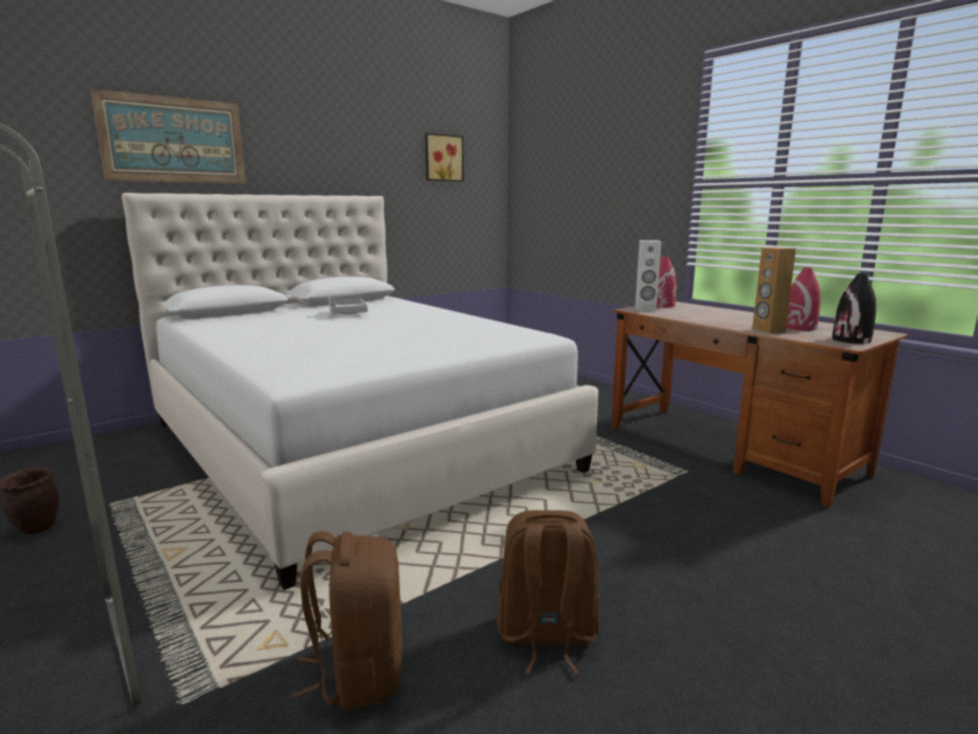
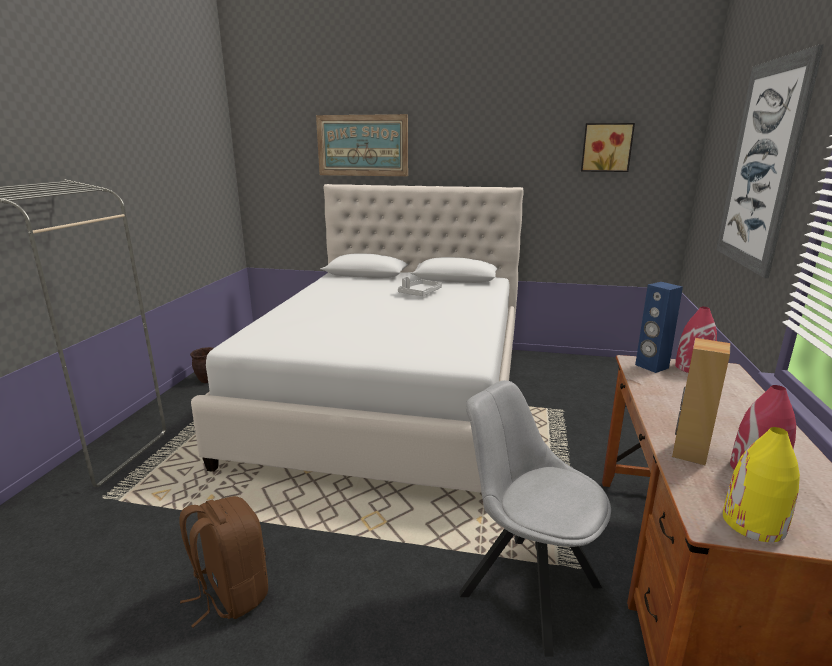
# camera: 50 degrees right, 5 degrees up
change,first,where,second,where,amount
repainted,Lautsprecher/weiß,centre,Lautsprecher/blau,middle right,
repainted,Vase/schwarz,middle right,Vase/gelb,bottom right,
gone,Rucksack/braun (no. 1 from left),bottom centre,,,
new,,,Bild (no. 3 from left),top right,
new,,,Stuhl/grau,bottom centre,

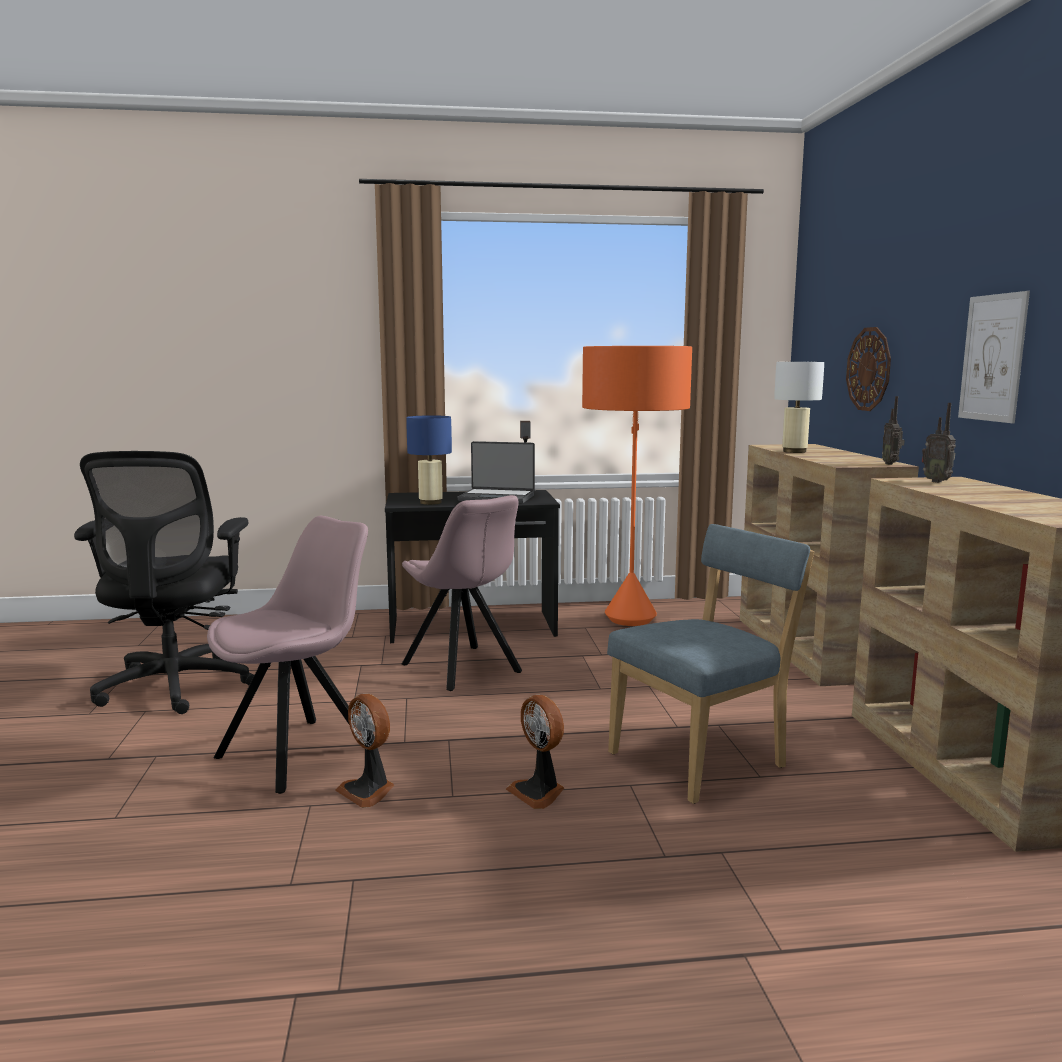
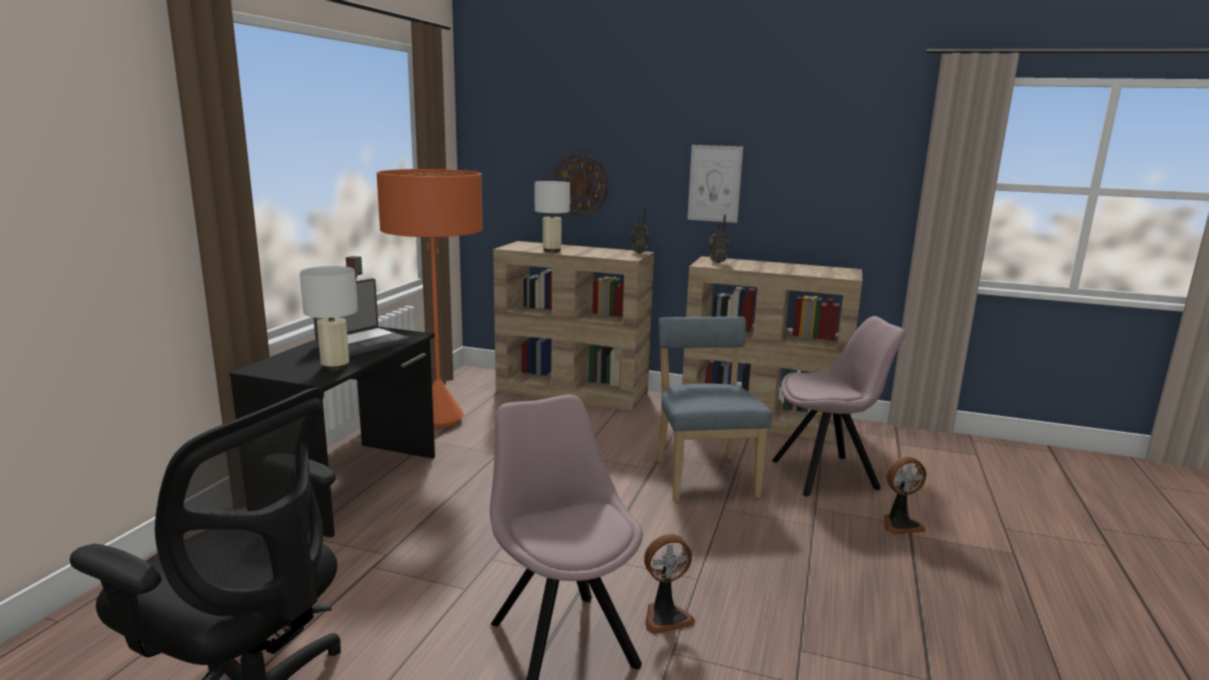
# camera: 65 degrees left, 5 degrees up
change,first,where,second,where,amount
repainted,Tischlampe/blau,centre,Tischlampe/weiß (no. 1 from left),middle left,
shifted,Stuhl/rosa (no. 2 from left),centre,,middle right,
shifted,Ventilator (no. 2 from left),bottom centre,,bottom right,

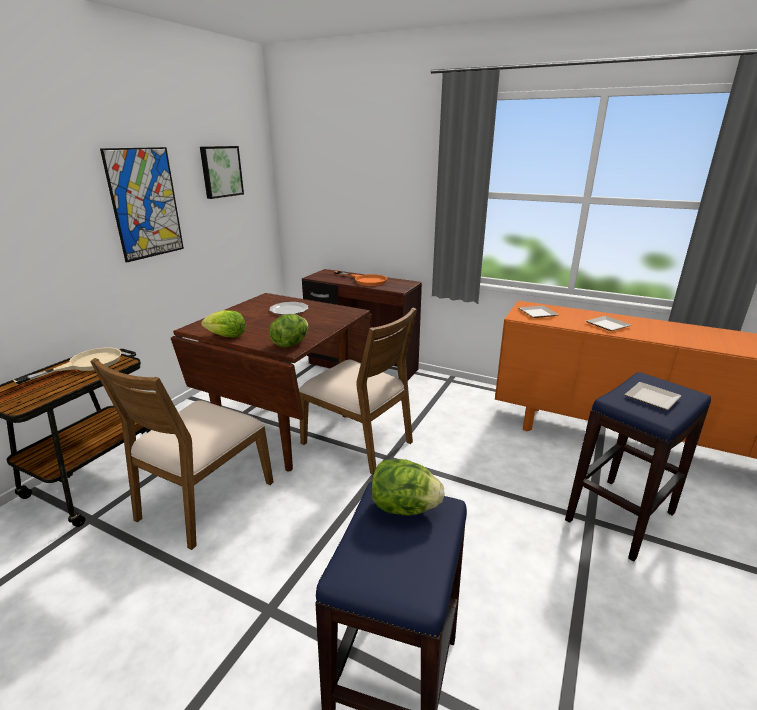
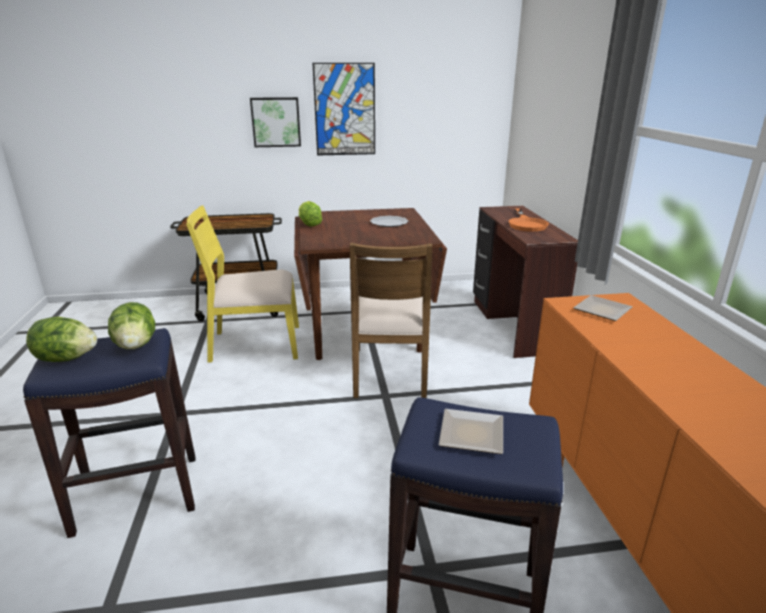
# camera: 55 degrees right, 0 degrees up
change,first,where,second,where,amount
shifted,Bild (no. 2 from left in the first image),top left,Bild (no. 1 from left),top centre,
shifted,Salatkopf (no. 2 from left in the first image),centre,Salatkopf (no. 1 from left),middle left,
gone,Teller (no. 3 from left),middle right,,,
gone,Pfanne/beige,middle left,,,
repainted,Stuhl/braun (no. 1 from left),middle left,Stuhl/gelb,middle left,

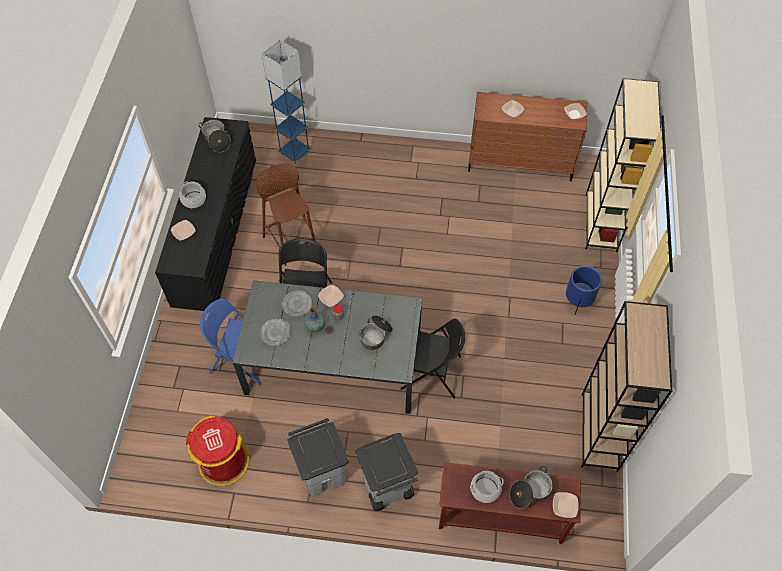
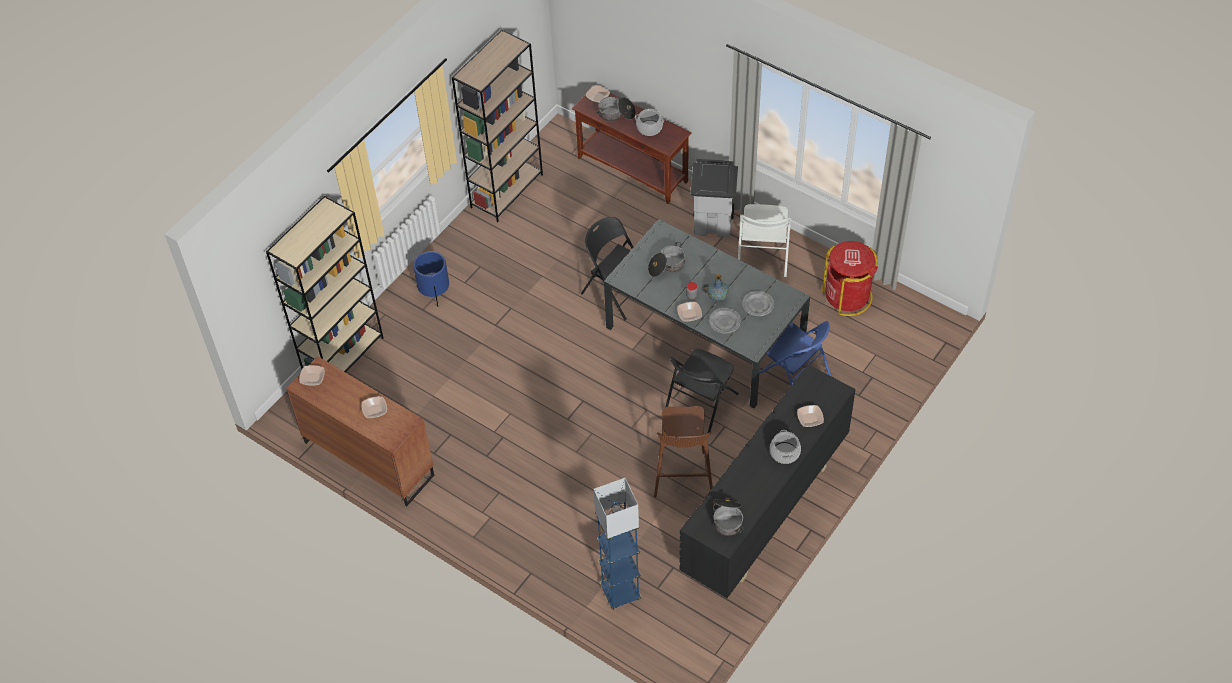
# camera: 150 degrees left, 5 degrees down
change,first,where,second,where,amount
swapped,Mülleimer/grau (no. 1 from left),bottom centre,Stuhl/weiß,centre,

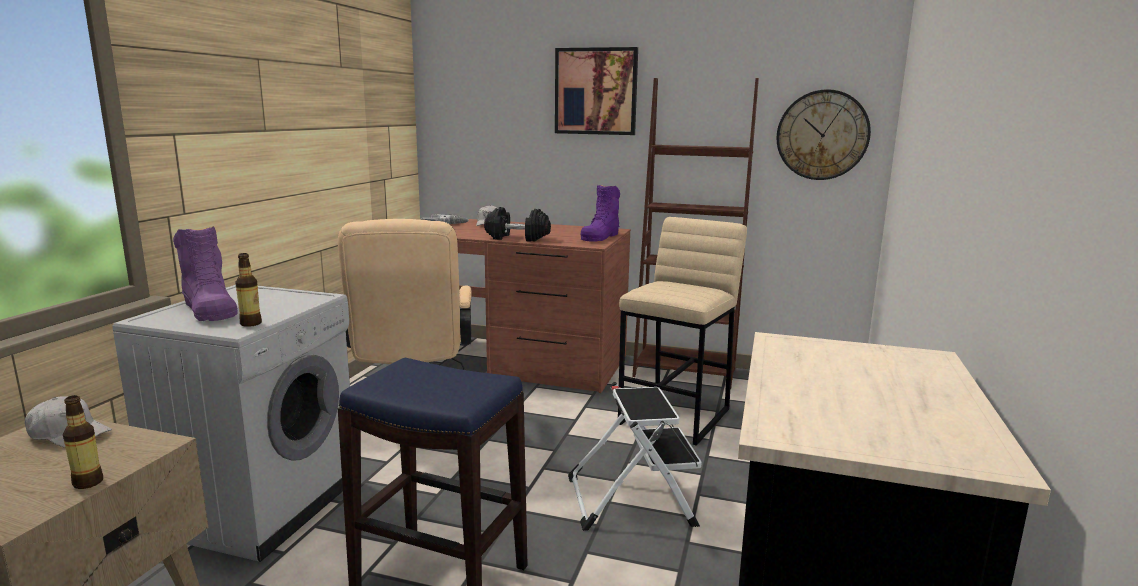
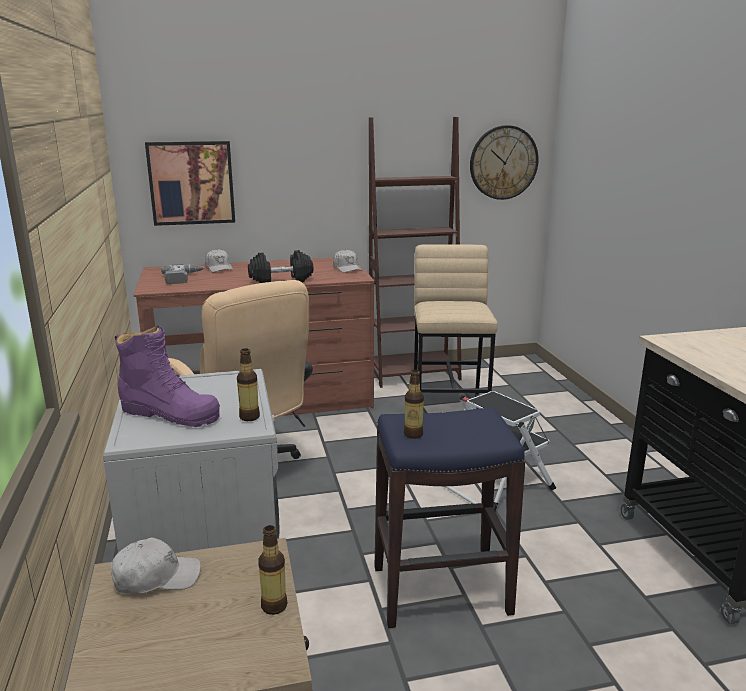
# camera: 30 degrees left, 5 degrees up
change,first,where,second,where,amount
shifted,Bild,top centre,,top left,
swapped,Stiefel/lila (no. 2 from left),centre,Kappe/weiß (no. 3 from left),centre,
new,,,Flasche (no. 3 from left),centre,

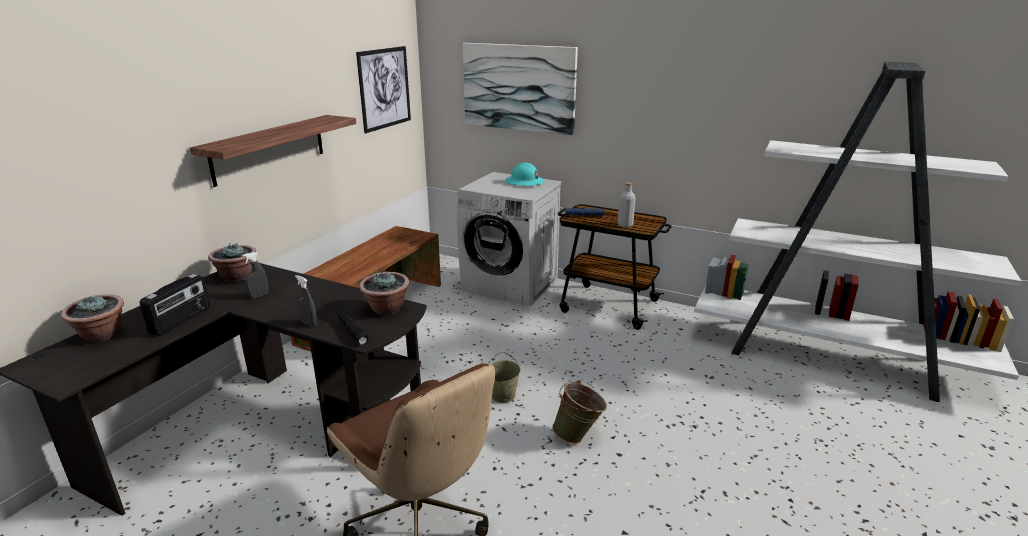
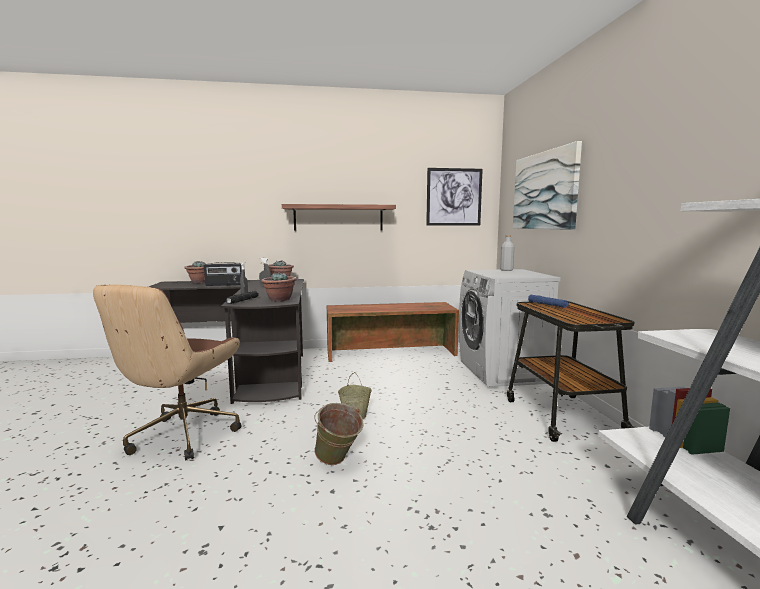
# camera: 55 degrees right, 15 degrees down
change,first,where,second,where,amount
gone,Schutzhelm/türkis,top centre,,,
shifted,Flasche/grau,centre,,middle right,

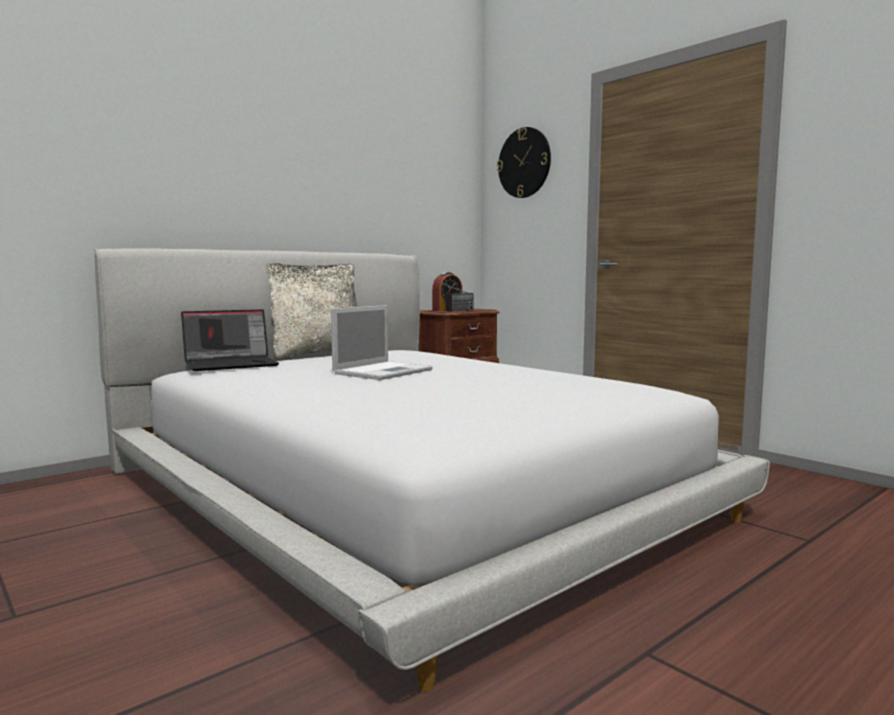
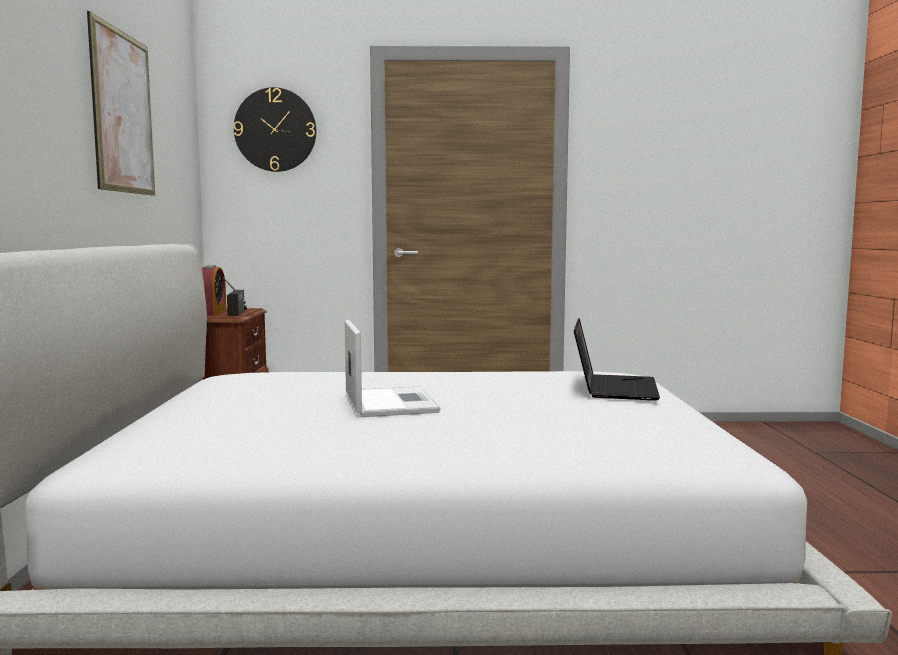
# camera: 50 degrees left, 0 degrees up
change,first,where,second,where,amount
gone,Kissen/beige,centre,,,
shifted,Laptop (no. 1 from left in the first image),middle left,Laptop (no. 2 from left),middle right,
new,,,Bild,top left,

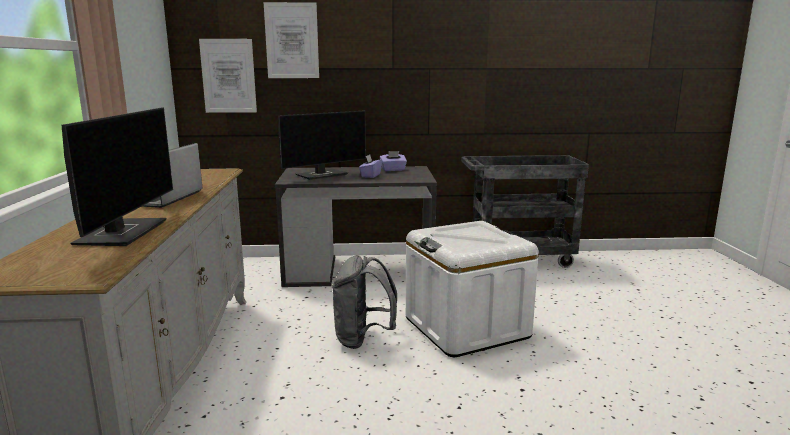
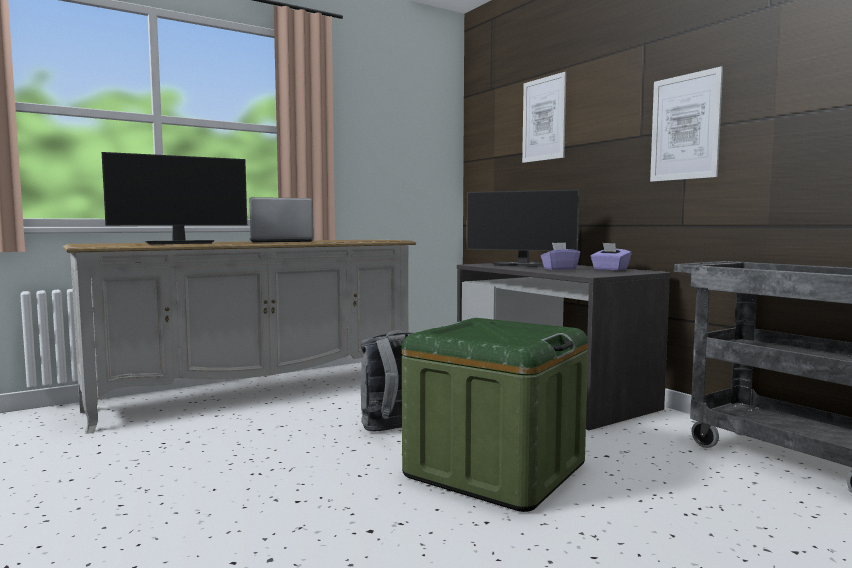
# camera: 60 degrees right, 10 degrees down
change,first,where,second,where,amount
shifted,Bild (no. 1 from left in the first image),top left,Bild (no. 2 from left),top right,
repainted,Aufbewahrungsbox/weiß,centre,Aufbewahrungsbox/grün,bottom centre,

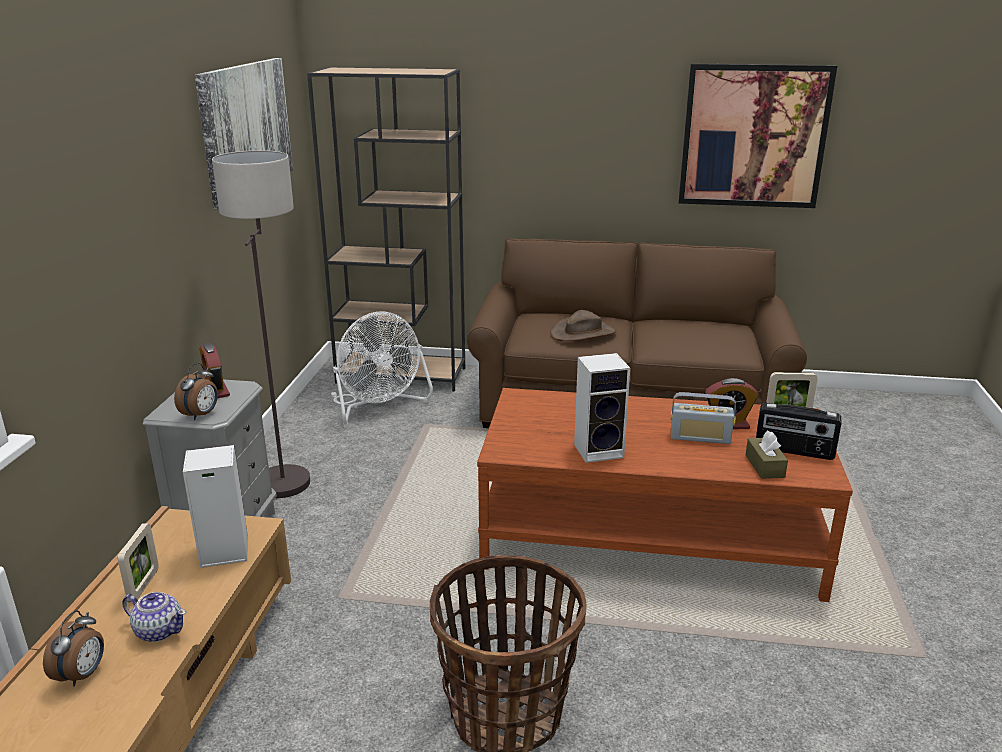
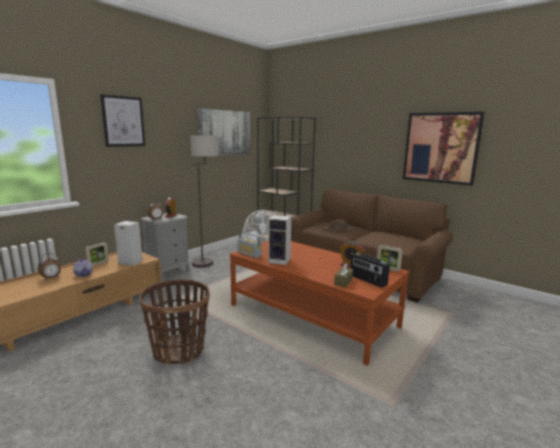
# camera: 30 degrees right, 10 degrees down
change,first,where,second,where,amount
shifted,Radio (no. 1 from left),middle right,,centre,
new,,,Bild (no. 1 from left),top left,

